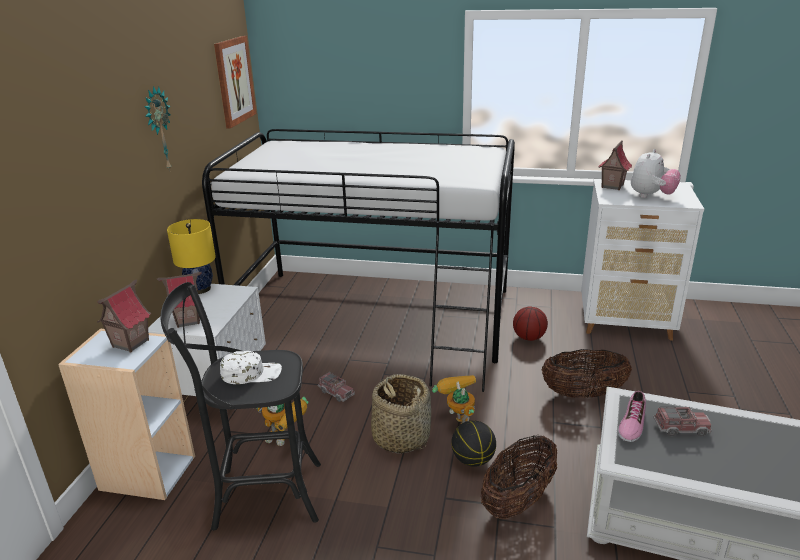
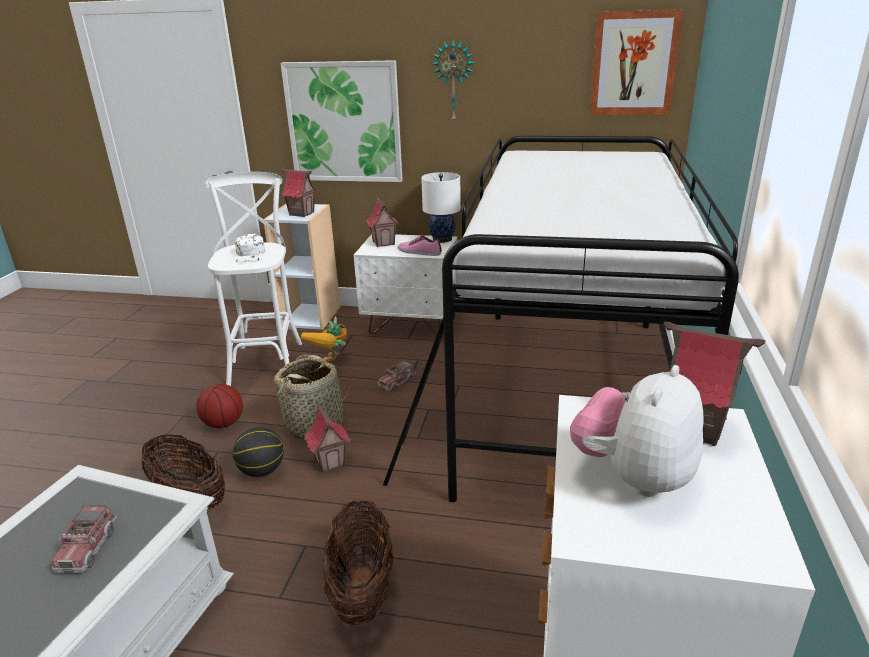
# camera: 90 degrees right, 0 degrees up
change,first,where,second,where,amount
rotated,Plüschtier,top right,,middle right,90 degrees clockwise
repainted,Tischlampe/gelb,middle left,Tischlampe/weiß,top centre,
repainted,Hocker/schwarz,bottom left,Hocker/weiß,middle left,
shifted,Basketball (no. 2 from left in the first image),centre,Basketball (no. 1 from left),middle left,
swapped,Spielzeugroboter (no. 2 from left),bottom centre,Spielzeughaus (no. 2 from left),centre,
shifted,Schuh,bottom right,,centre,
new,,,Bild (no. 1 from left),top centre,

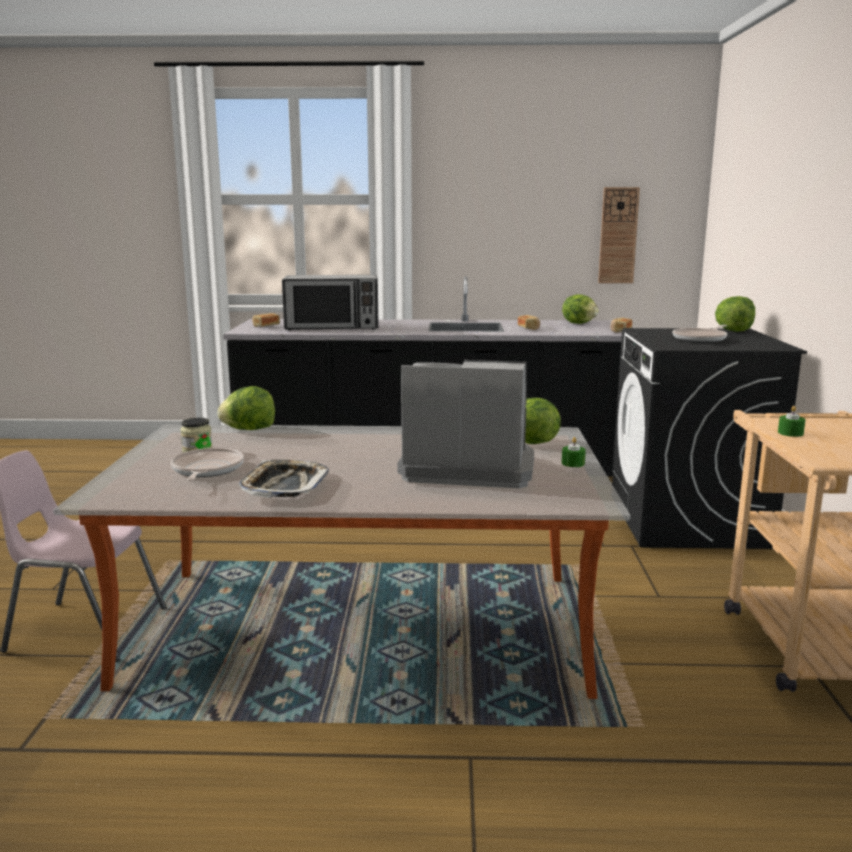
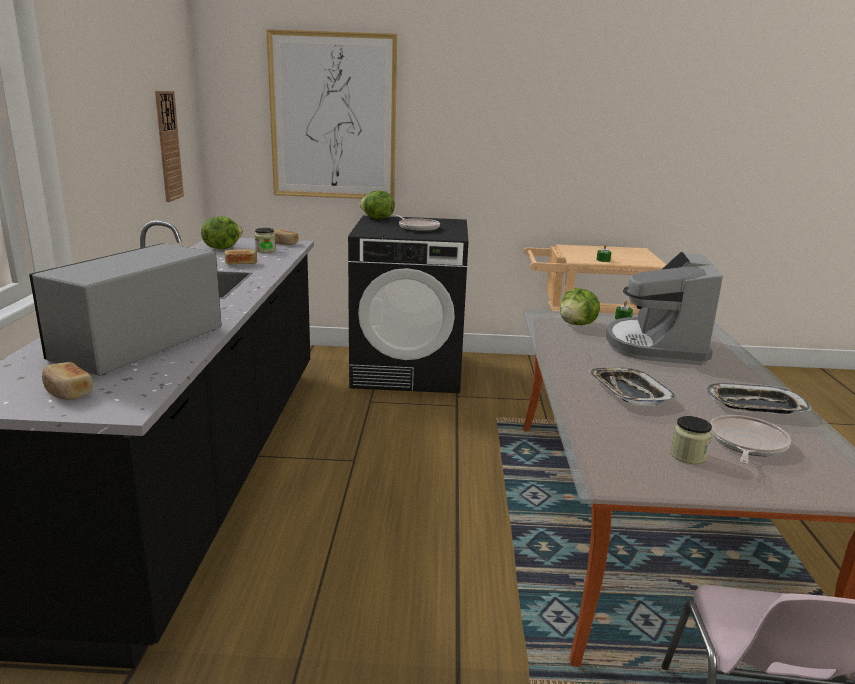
# camera: 90 degrees left, 5 degrees up
change,first,where,second,where,amount
rotated,Mikrowelle,centre,,middle left,150 degrees counterclockwise
gone,Salatkopf (no. 1 from left),middle left,,,
rotated,Pfanne (no. 1 from left in the first image),middle left,Pfanne (no. 2 from left),middle right,120 degrees clockwise
new,,,Bild,top centre,
new,,,Vorratsglas (no. 1 from left),middle left,
new,,,Tablett (no. 1 from left),middle right,

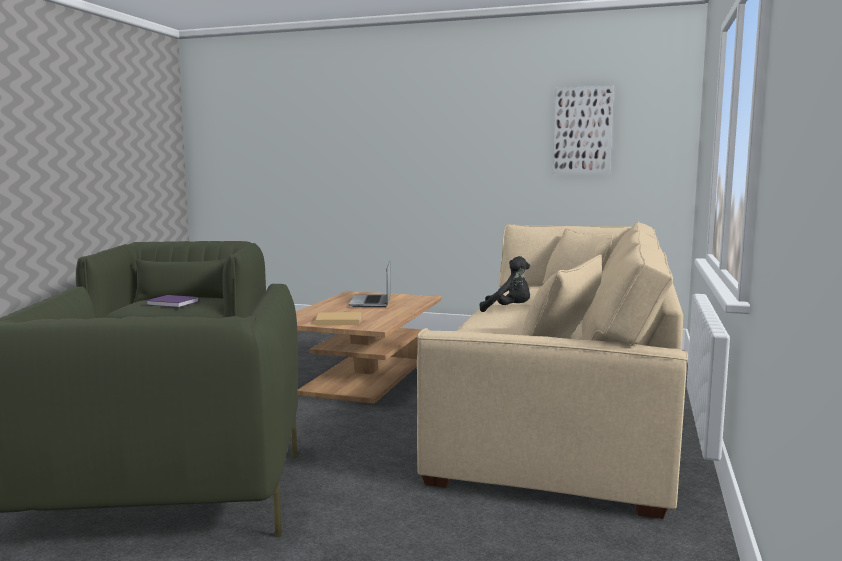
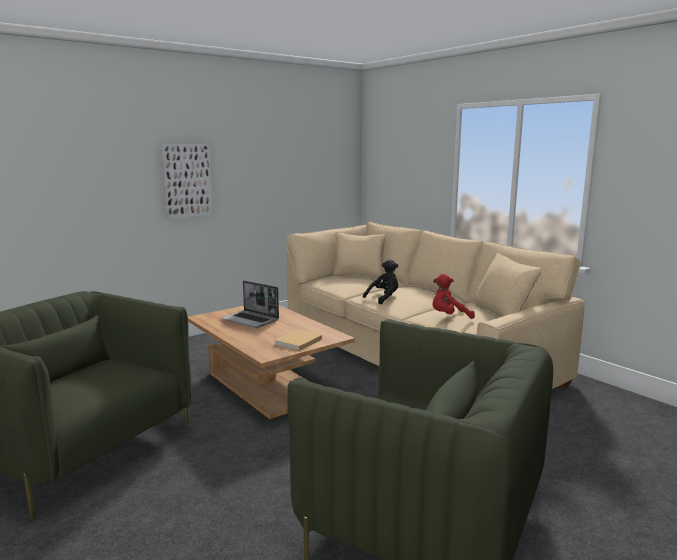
# camera: 55 degrees left, 5 degrees up
change,first,where,second,where,amount
shifted,Bild,top right,,top left,
gone,Buch/lila,middle left,,,
new,,,Plüschtier/rot,middle right,

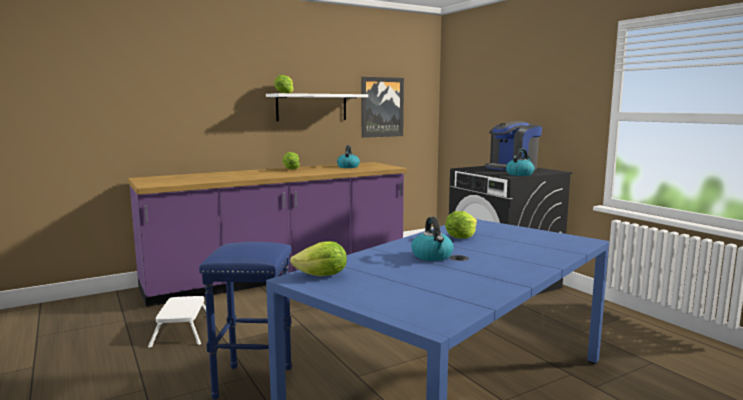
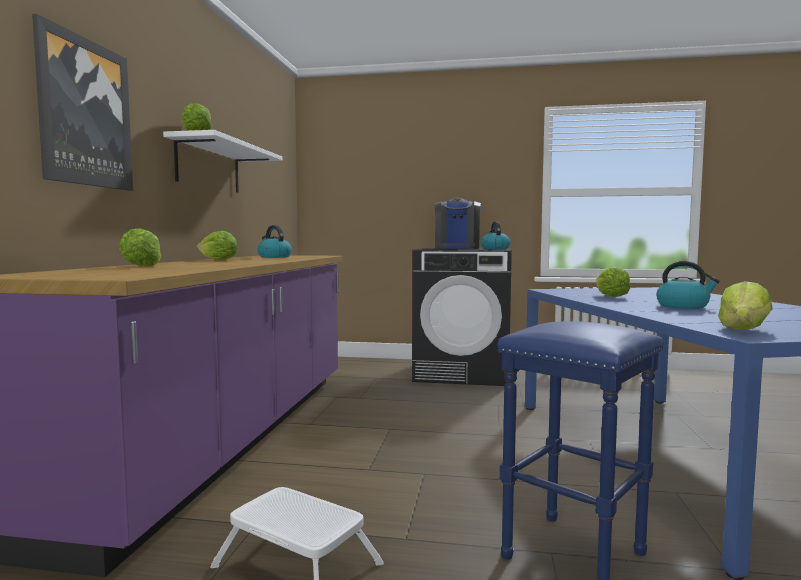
# camera: 50 degrees left, 5 degrees down
change,first,where,second,where,amount
shifted,Bild,top centre,,top left,
new,,,Salatkopf (no. 1 from left),middle left,

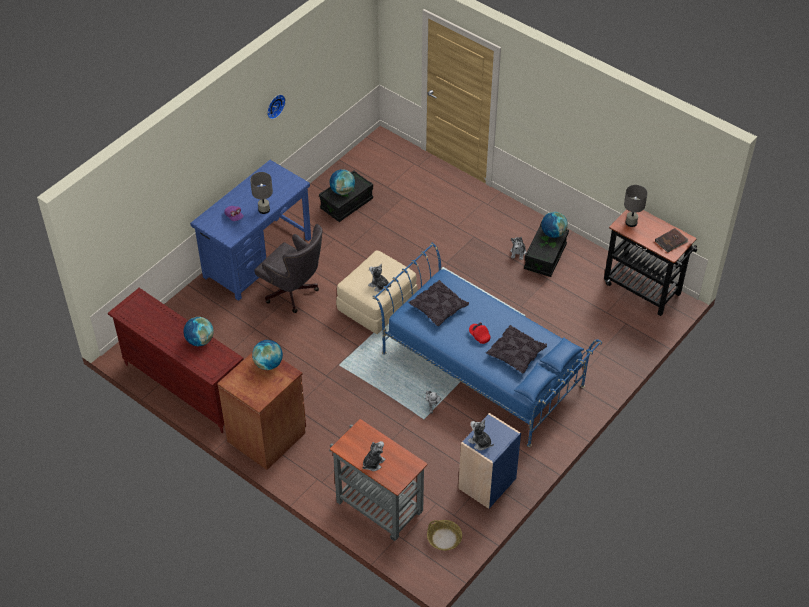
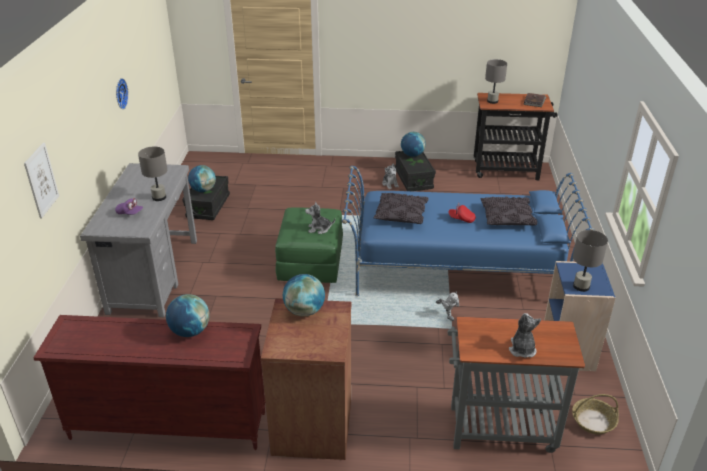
# camera: 35 degrees left, 15 degrees down
change,first,where,second,where,amount
repainted,Schreibtisch/blau,middle left,Schreibtisch/grau,middle left,
gone,Bürostuhl/grau,centre,,,
repainted,Polsterhocker/beige,centre,Polsterhocker/grün,centre,
swapped,Plüschtier (no. 3 from left),bottom centre,Tischlampe/grau (no. 3 from left),middle right,
new,,,Bild,middle left,

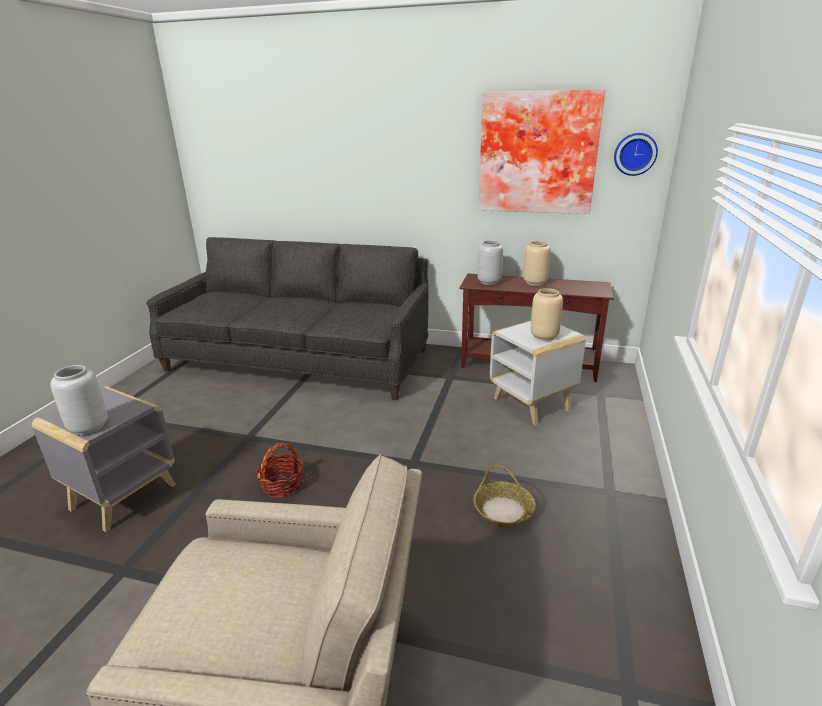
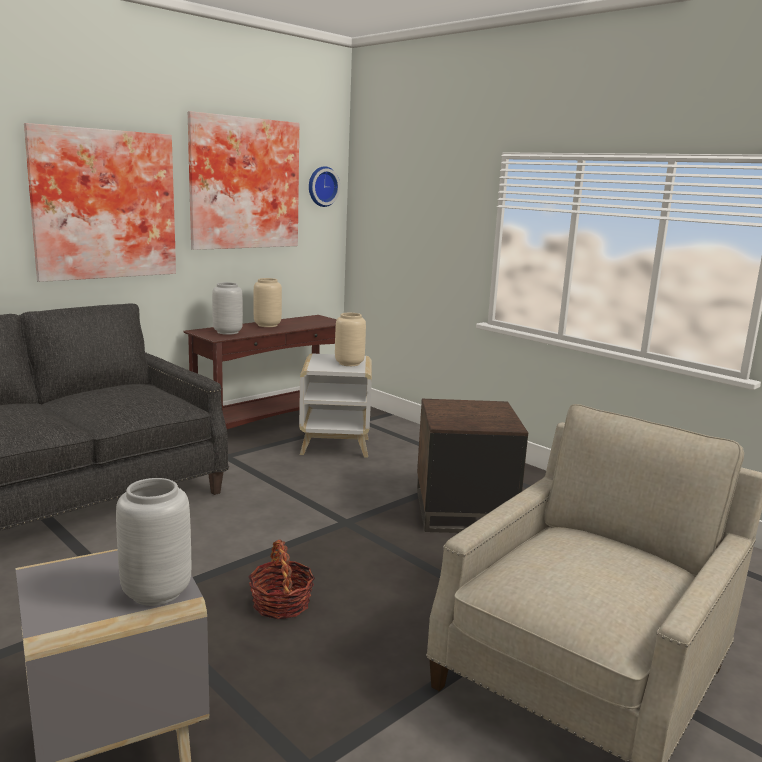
# camera: 60 degrees left, 10 degrees down
change,first,where,second,where,amount
swapped,Korb (no. 2 from left),bottom centre,Beistelltisch/braun,centre,
new,,,Bild (no. 1 from left),top left,

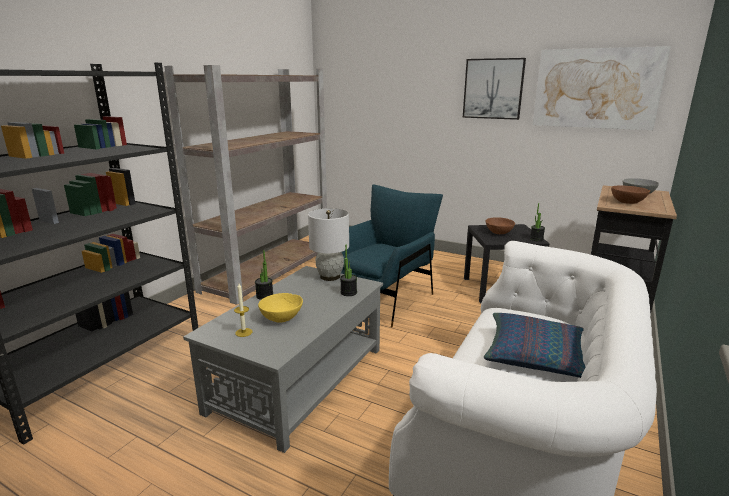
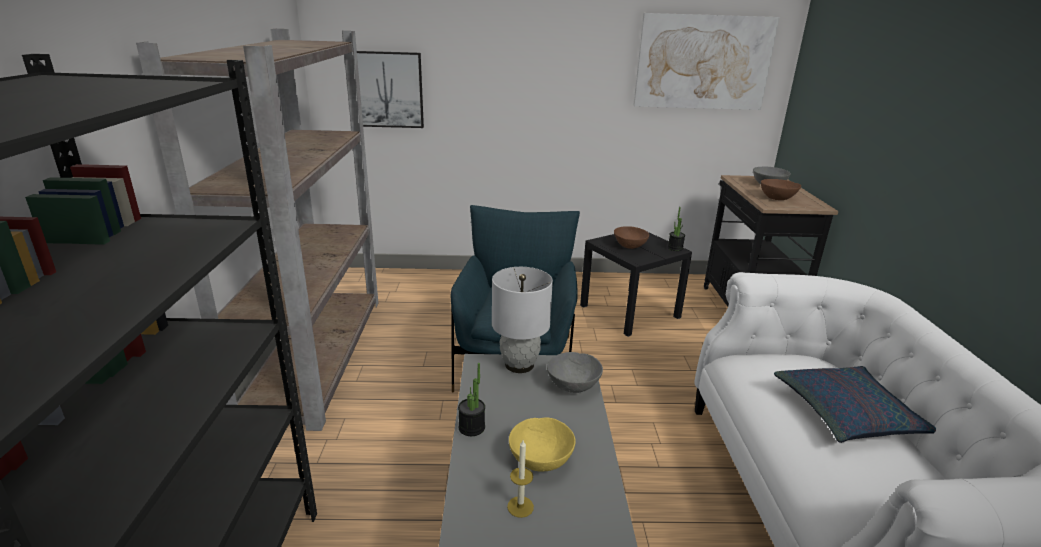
# camera: 30 degrees left, 5 degrees up
change,first,where,second,where,amount
shifted,Bild (no. 1 from left),top right,,top centre,
swapped,Topfpflanze (no. 2 from left),centre,Schüssel/grau (no. 1 from left),bottom centre,

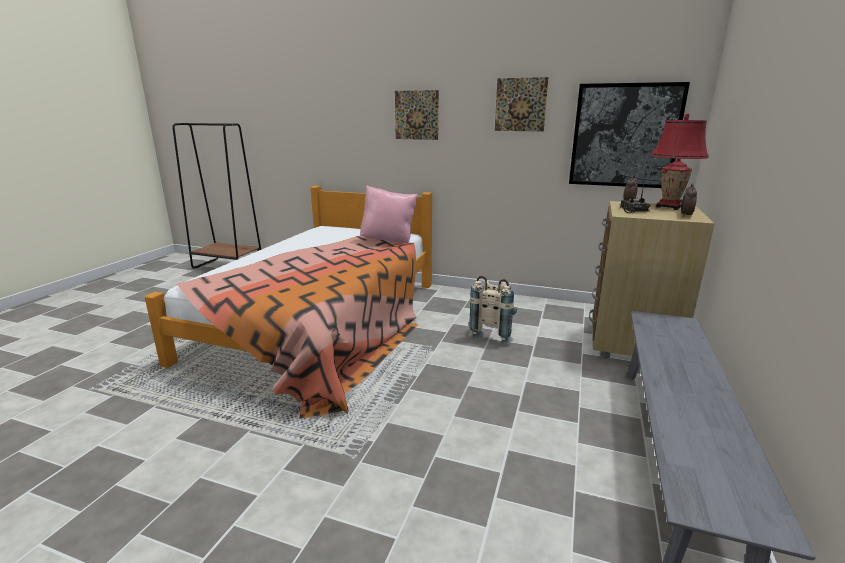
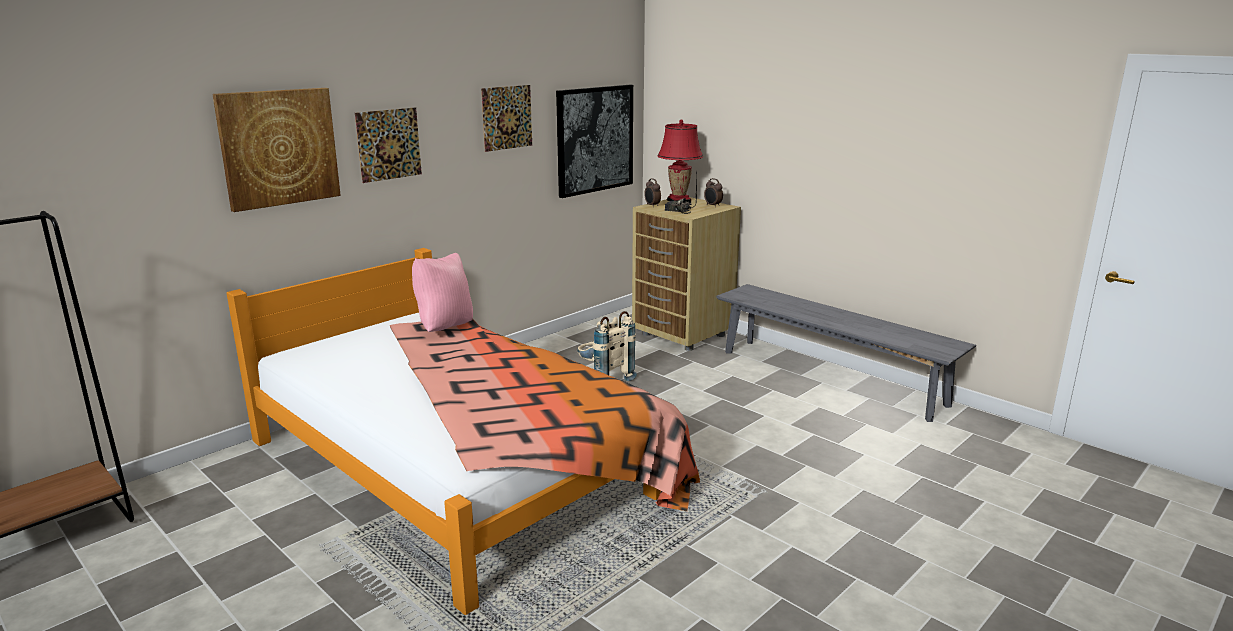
# camera: 65 degrees left, 0 degrees up
change,first,where,second,where,amount
new,,,Bild (no. 1 from left),top left,

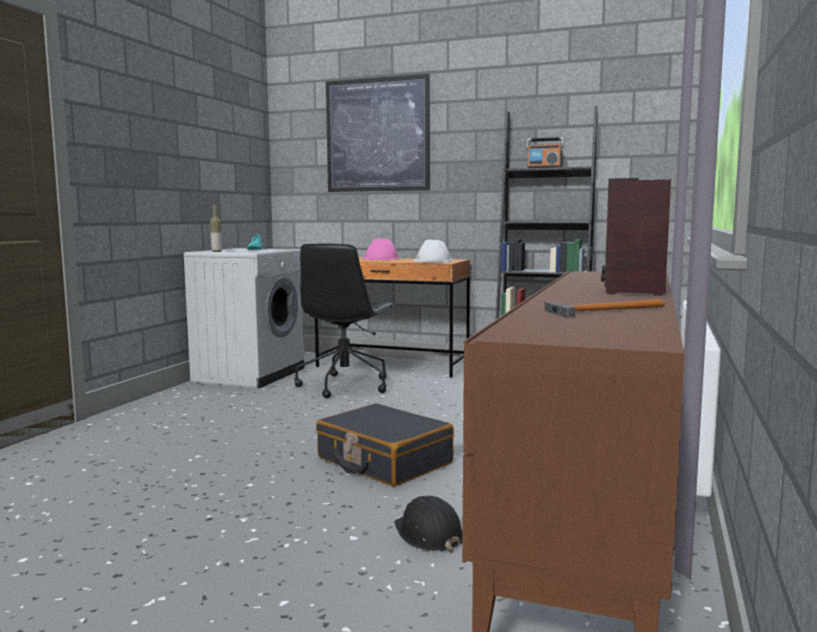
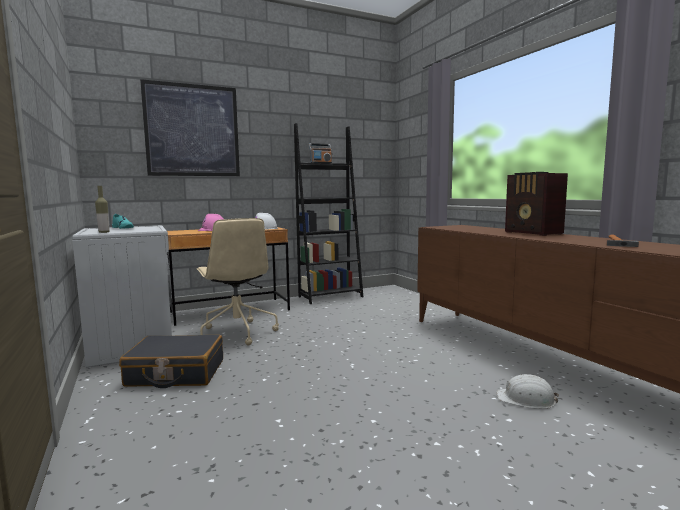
# camera: 45 degrees left, 0 degrees up
change,first,where,second,where,amount
repainted,Bürostuhl/schwarz,centre,Bürostuhl/beige,centre,
shifted,Koffer/schwarz,bottom centre,,bottom left,
repainted,Schutzhelm/schwarz,bottom centre,Schutzhelm/weiß (no. 2 from left),bottom right,

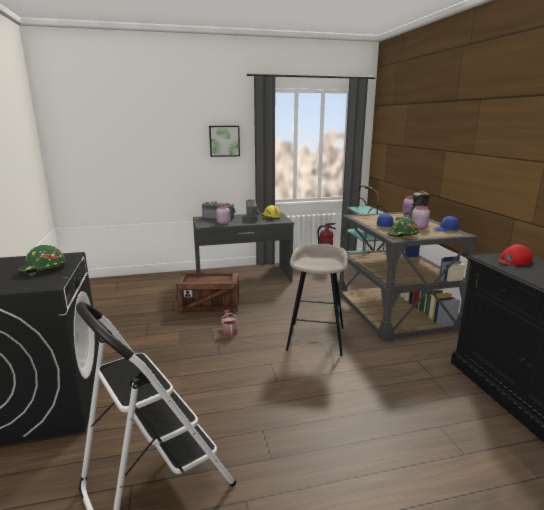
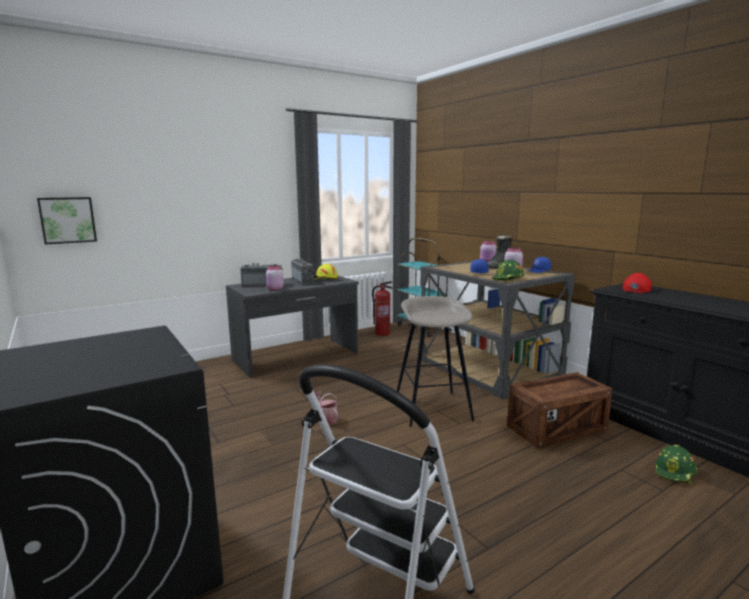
# camera: 20 degrees left, 5 degrees down
change,first,where,second,where,amount
shifted,Bild,top centre,,middle left,
shifted,Schutzhelm/grün (no. 1 from left in the first image),middle left,Schutzhelm/grün (no. 2 from left),bottom right,
shifted,Kiste,centre,,bottom right,

